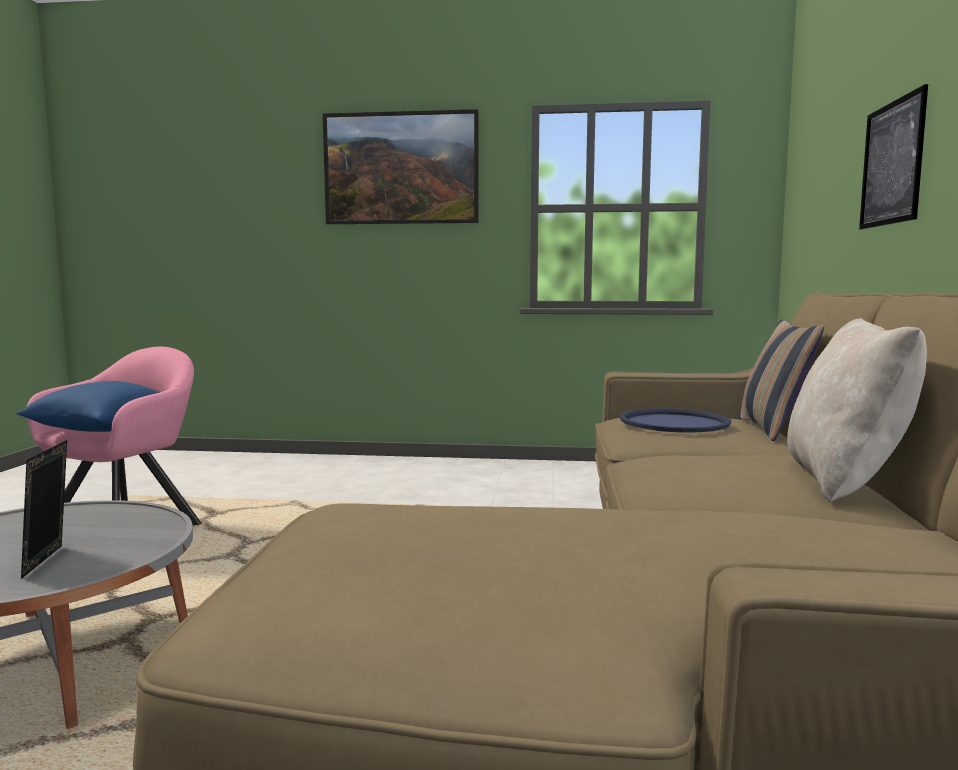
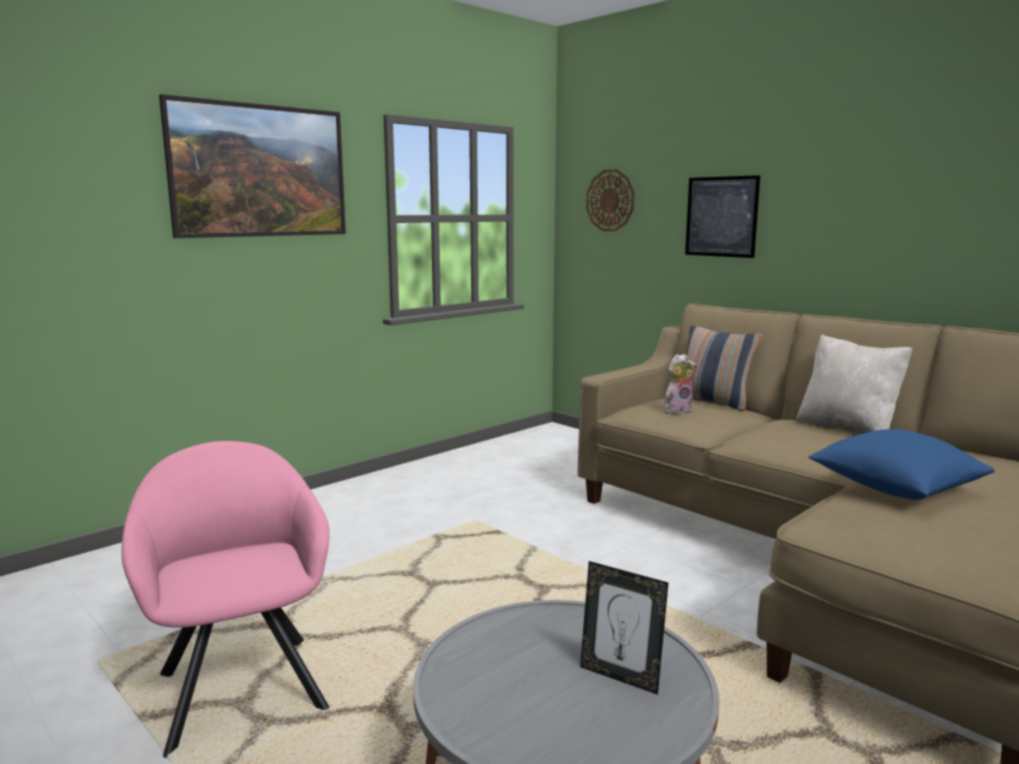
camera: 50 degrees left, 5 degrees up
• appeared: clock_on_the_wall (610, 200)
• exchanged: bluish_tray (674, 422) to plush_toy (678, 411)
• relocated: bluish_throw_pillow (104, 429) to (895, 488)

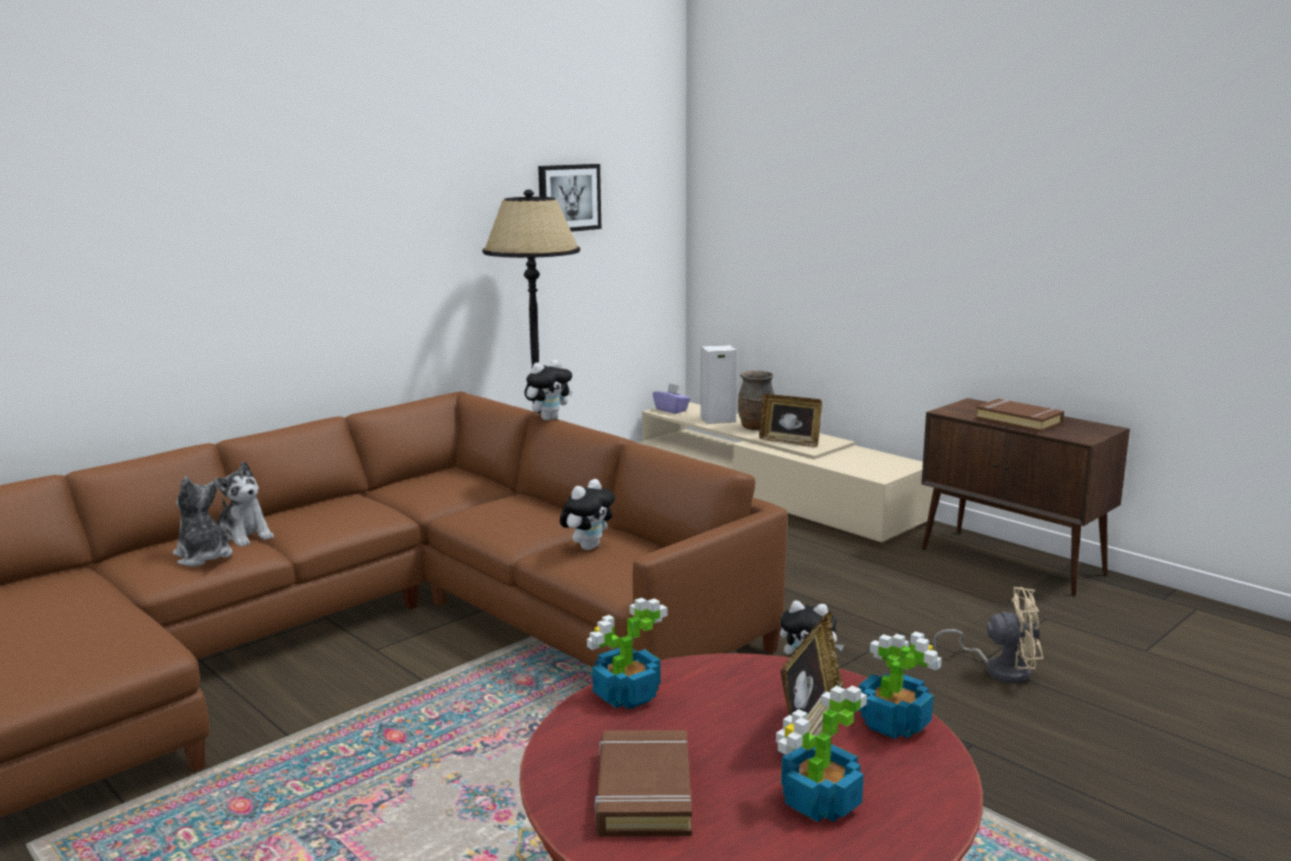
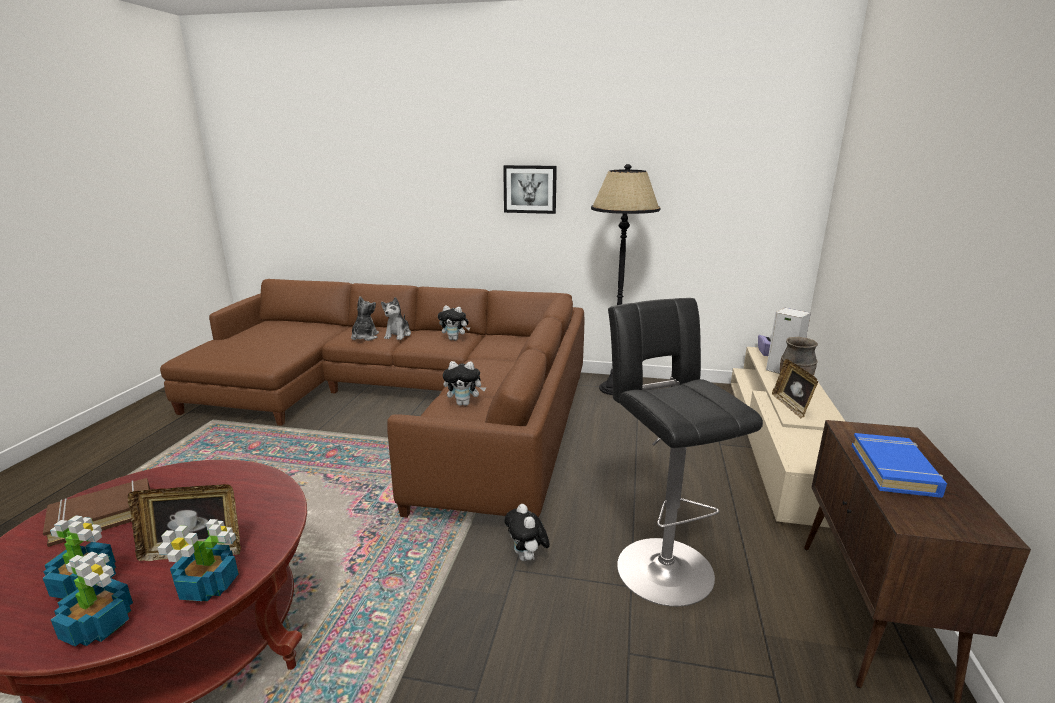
camera: 55 degrees right, 5 degrees up
• relocated: houseplant (625, 695) to (99, 625)
• relocated: plush_toy (549, 418) to (455, 339)
• relocated: wall_picture (568, 198) to (530, 189)
• appeared: black_stool_seat (660, 565)
• colour: brownish_book (1019, 421) to bluish_book (894, 470)
• missing: beige-coloured_fan (999, 669)

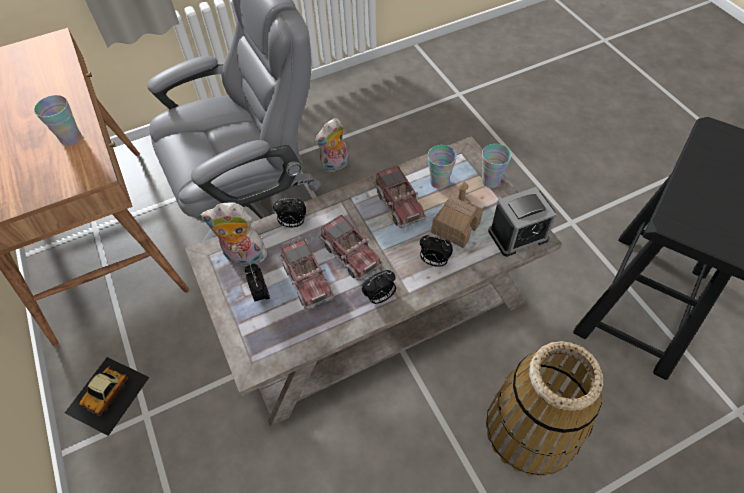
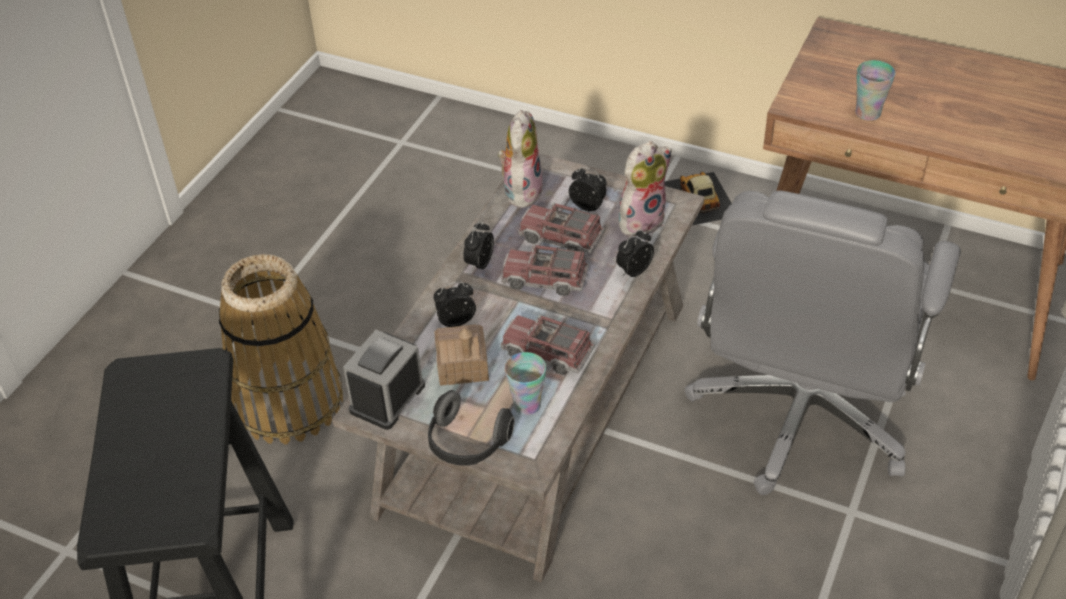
camera: 140 degrees right, 10 degrees down
• exchanged: small_cup (491, 181) to pair_of_headphones (467, 443)
• relocated: plush_toy (335, 166) to (521, 190)

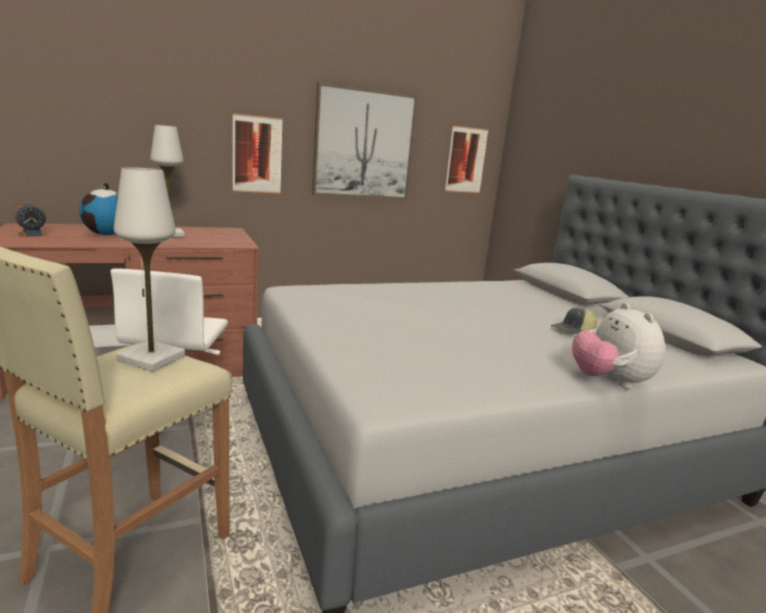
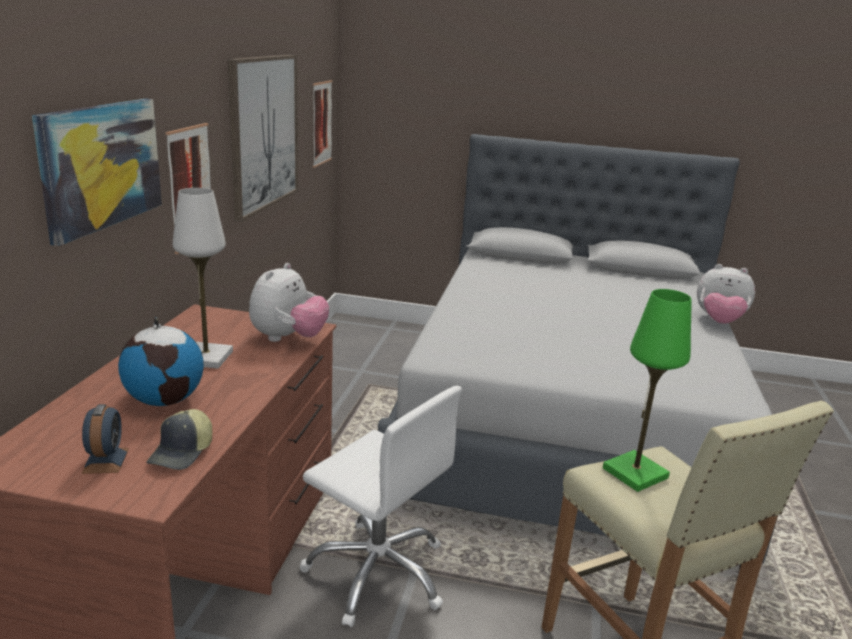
camera: 55 degrees left, 5 degrees up
• appeared: wall_picture (101, 166)
• relocated: baseball_cap (573, 331) to (183, 452)
• appeared: plush_toy (288, 338)
• colour: white-coloured_table_lamp (151, 358) to green_table_lamp (635, 473)

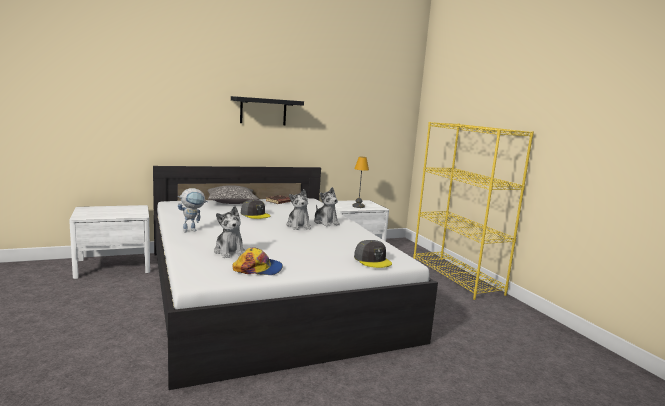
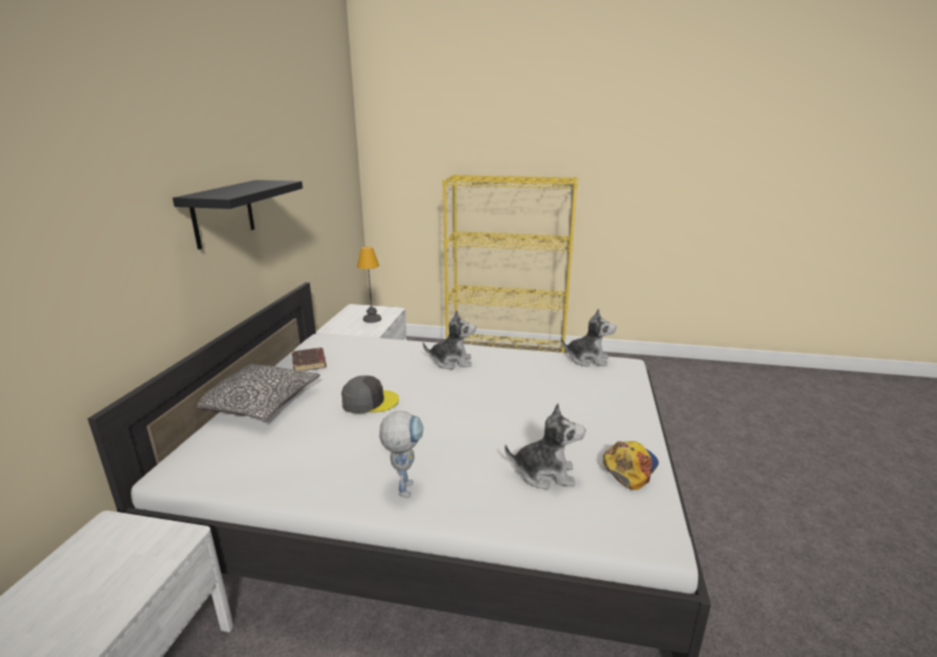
camera: 55 degrees left, 10 degrees up
• relocated: plush_toy (298, 226) to (587, 359)
• missing: greyish_baseball_cap (372, 260)

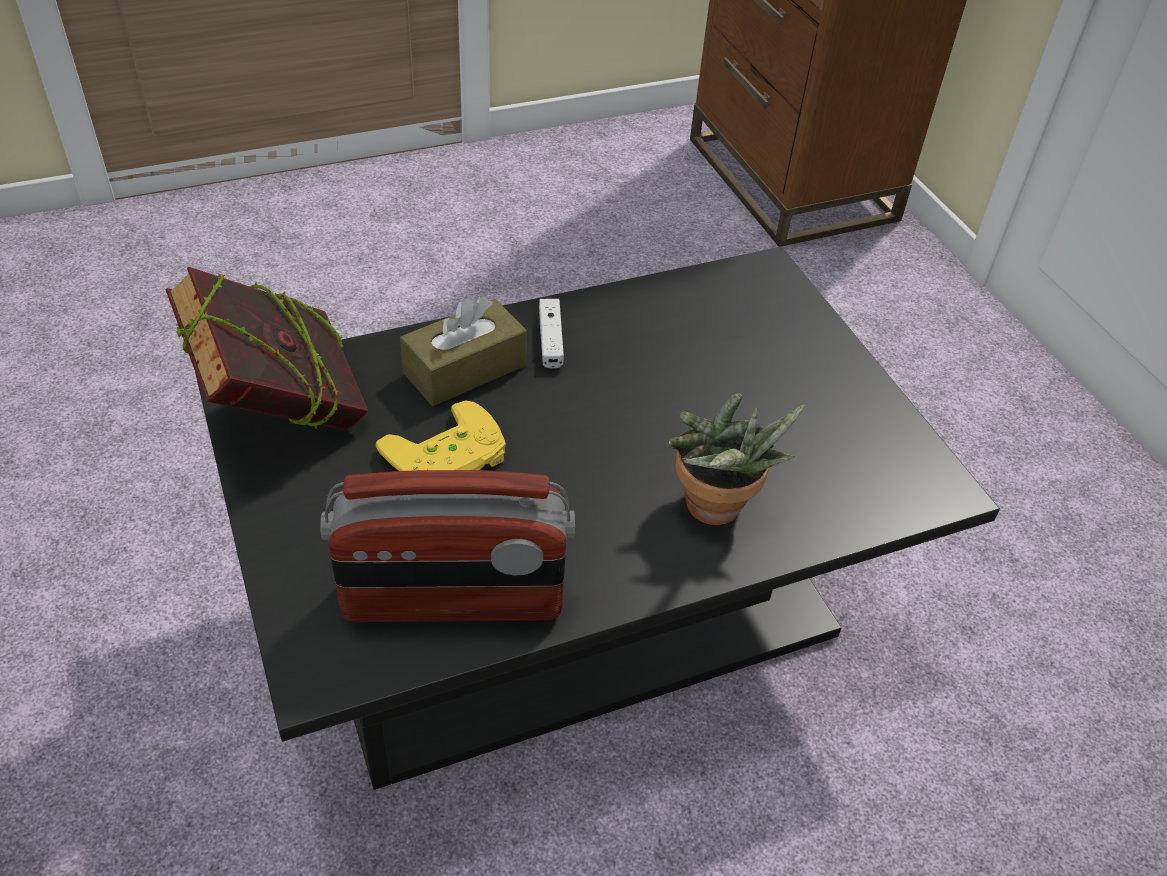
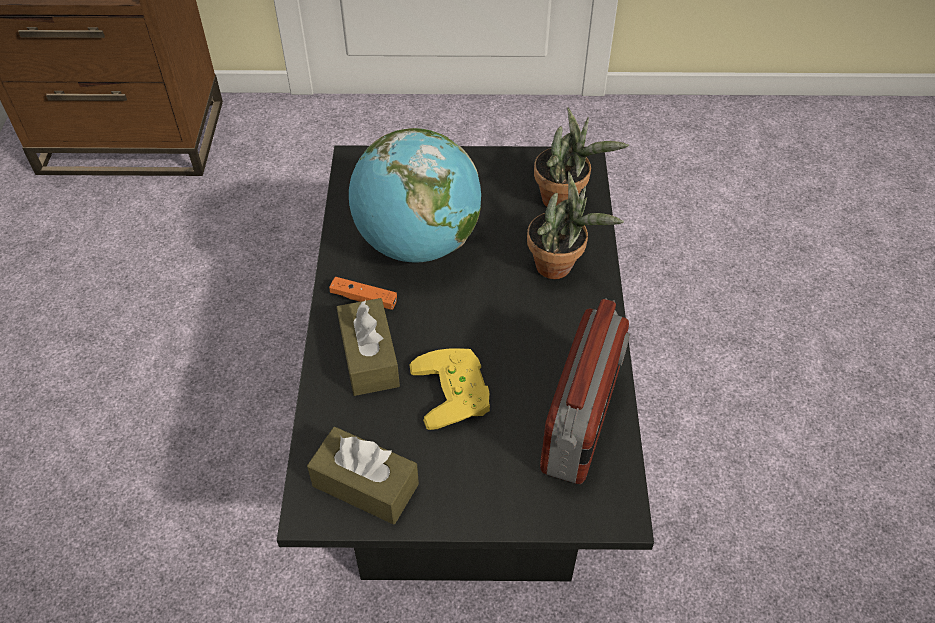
camera: 65 degrees left, 5 degrees up
• exchanged: book (283, 417) to brownish_tissue_holder (365, 485)
• colour: white-coloured_gamepad (550, 340) to orange-coloured_gamepad (364, 298)
• appeared: globe (417, 243)
• appeared: houseplant (564, 199)

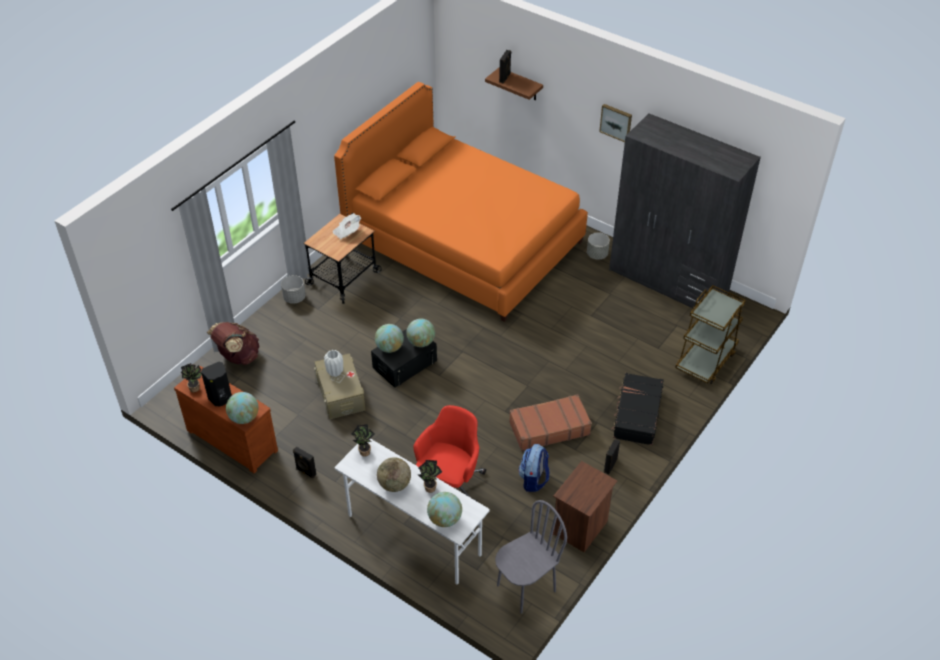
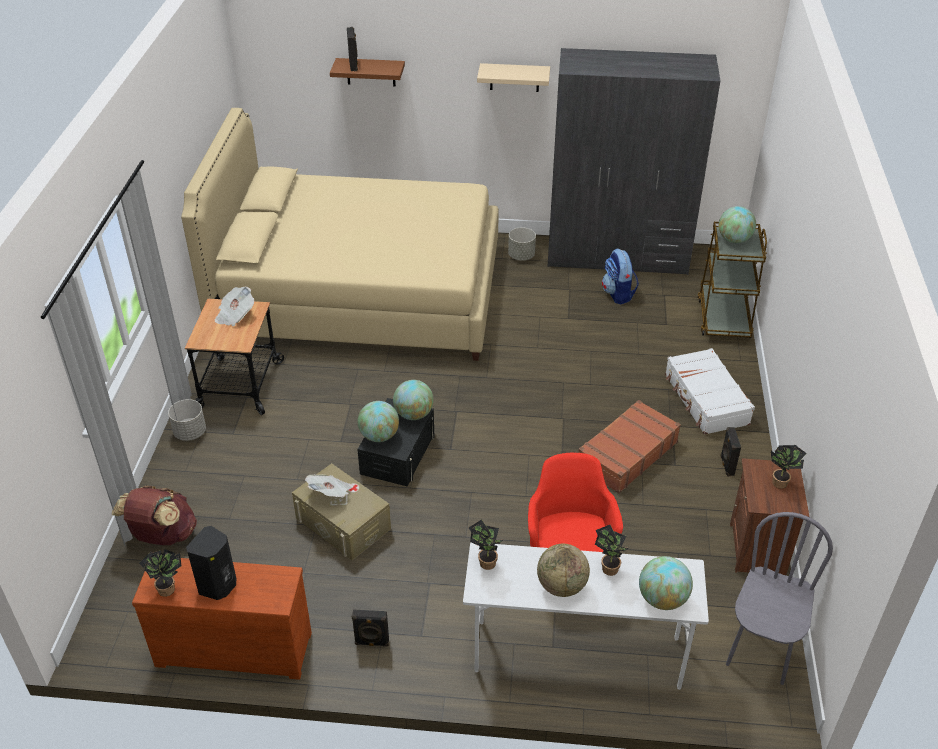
camera: 30 degrees left, 5 degrees down
• colour: orange-coloured_bed (463, 242) to beige-coloured_bed (360, 294)
• exchanged: white-coloured_flower_vase (335, 372) to daily_paper (331, 493)
• exchanged: wall_picture (616, 122) to beige-coloured_shelf (514, 77)
• relocated: backpack (534, 480) to (618, 294)
• colour: black_travel_case (636, 414) to white-coloured_travel_case (705, 400)
• relocated: globe (244, 418) to (734, 240)
• appeared: houseplant (780, 481)

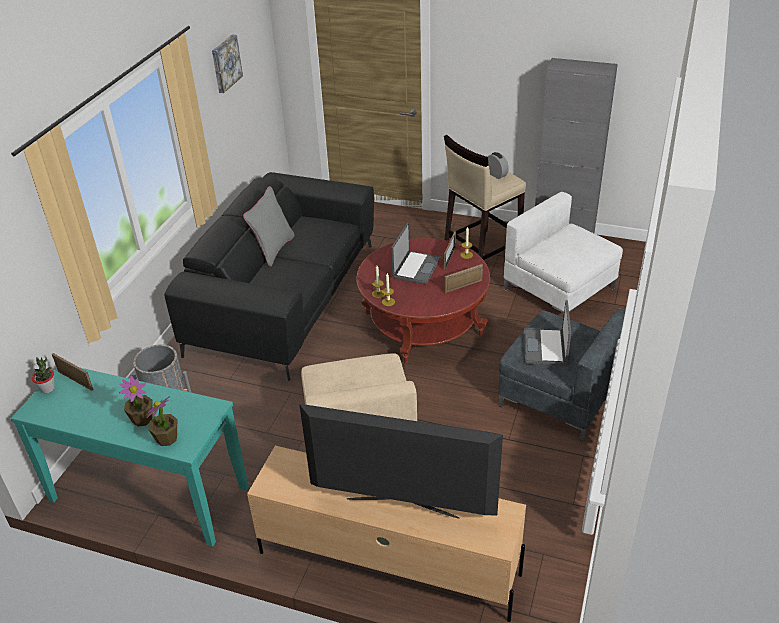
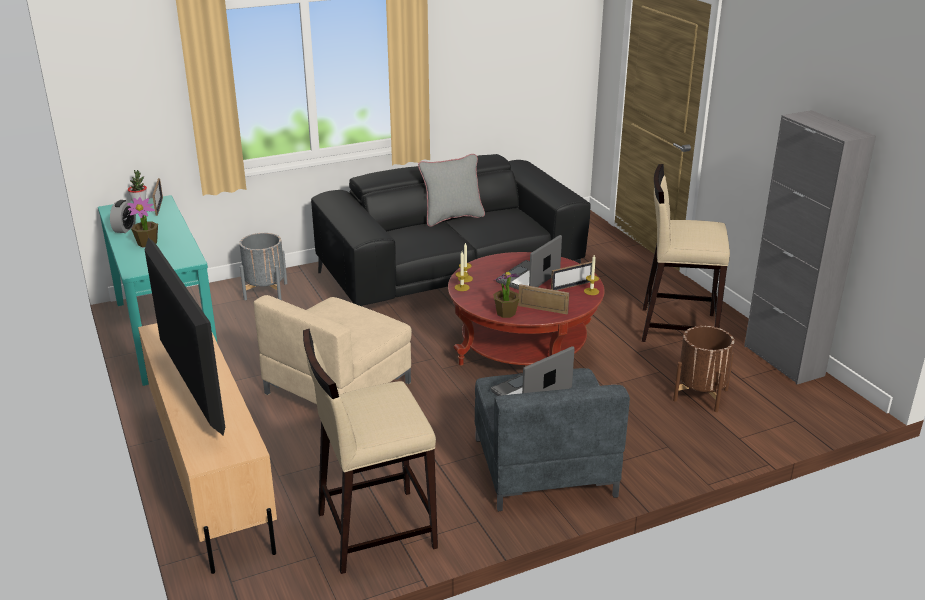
camera: 45 degrees right, 10 degrees down
• relocated: table_clock (496, 174) to (125, 228)
• appeared: beige-coloured_stool_seat (374, 530)
• relocated: houseplant (167, 438) to (505, 313)
• spun: notebook_computer (416, 268) = (529, 278) 150 degrees clockwise
• exchanged: white-coloured_armchair (559, 289) to brownish_flower_pot (700, 395)
• missing: wall_picture (225, 63)

